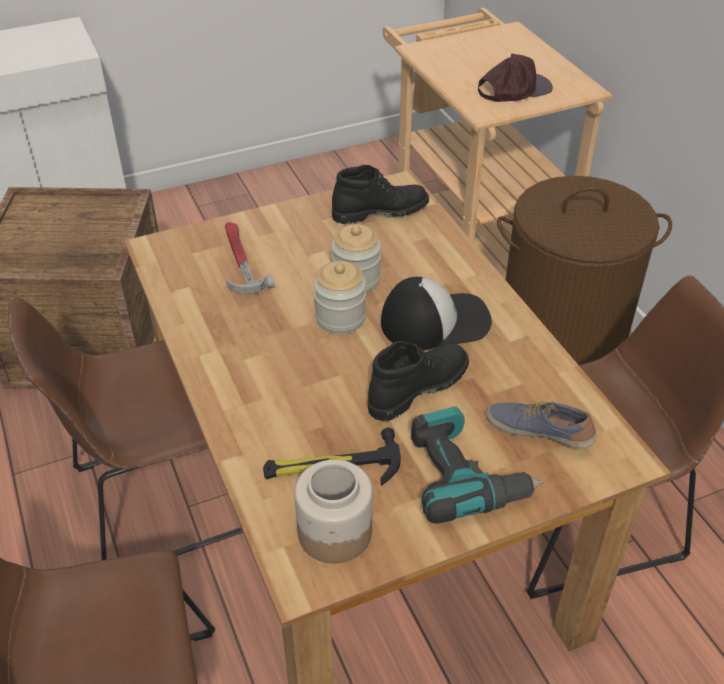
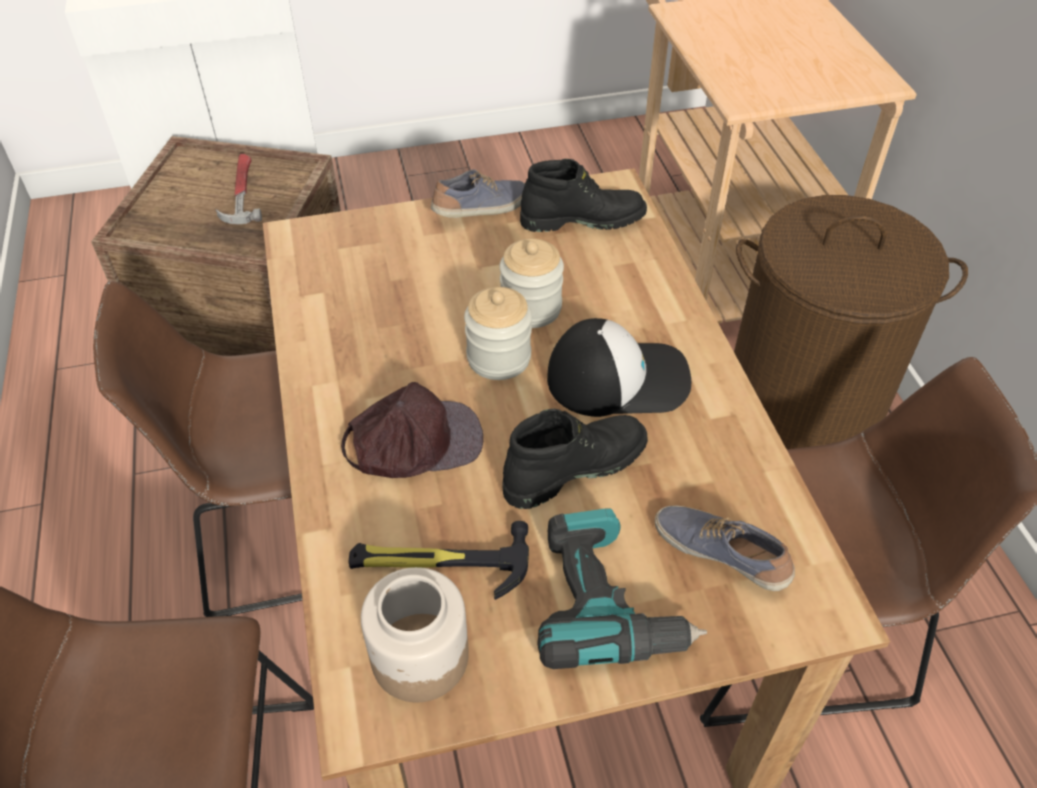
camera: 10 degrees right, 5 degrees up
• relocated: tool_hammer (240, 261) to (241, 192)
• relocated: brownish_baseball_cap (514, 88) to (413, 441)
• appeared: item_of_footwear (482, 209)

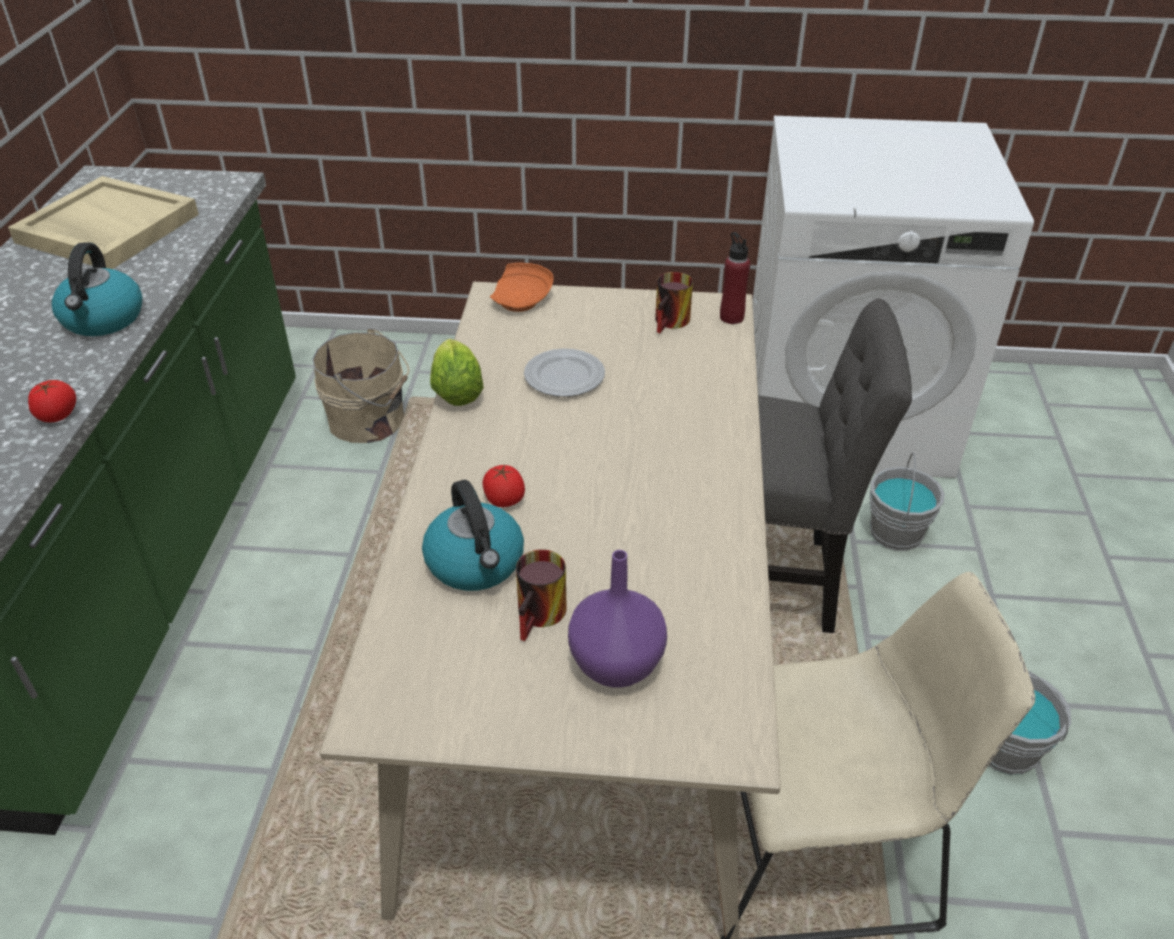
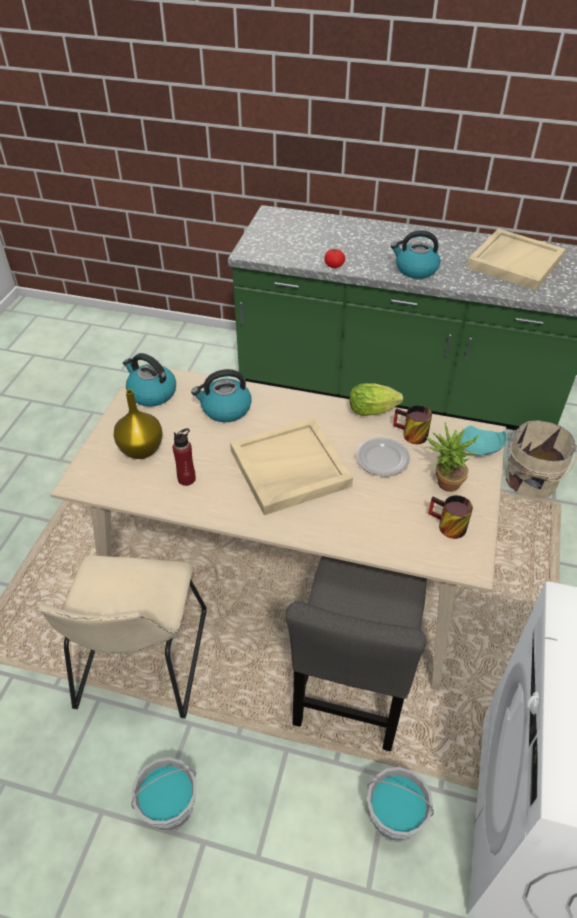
camera: 100 degrees right, 5 degrees up
• colour: purple-coloured_flower_vase (618, 665) to yellow_flower_vase (141, 450)
• appeared: tea_kettle (151, 393)
• relocated: red_beverage_bottle (731, 317) to (186, 479)
• appeared: beige-coloured_tray (289, 469)
• relocated: mug (543, 616) to (410, 435)
• appeared: houseplant (443, 484)
• colour: orange-coloured_dinner_plate (522, 300) to blue-green_dinner_plate (479, 448)
• missing: fresh_tomato (504, 499)

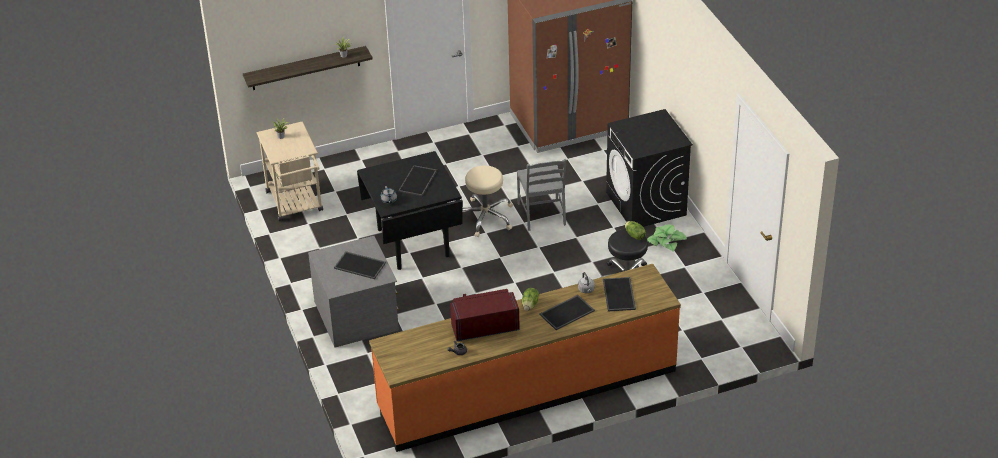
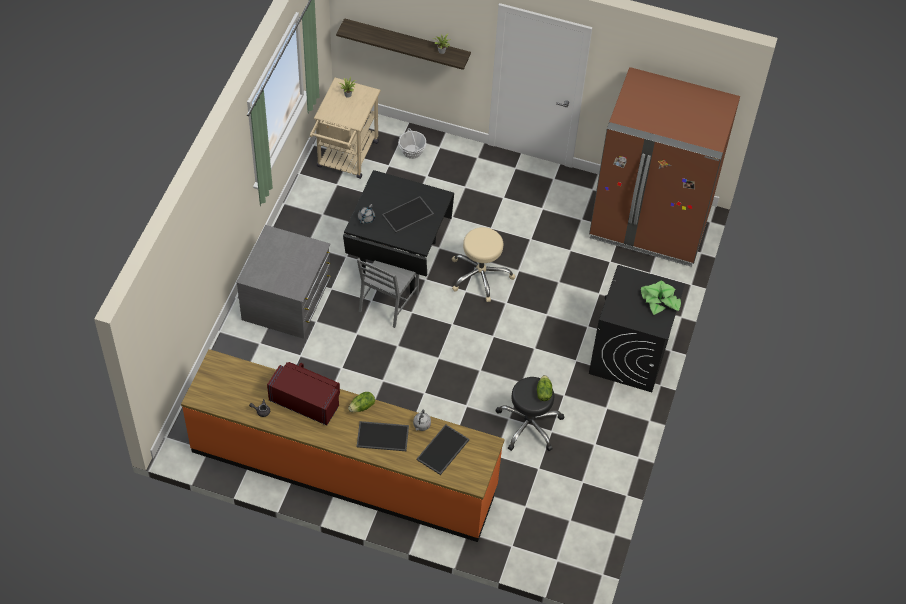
camera: 35 degrees right, 15 degrees up
• relocated: greyish_upright_chair (542, 214) to (388, 303)
• appeared: basket (412, 151)
• relocated: houseplant (666, 241) to (660, 300)
• missing: tray (360, 265)

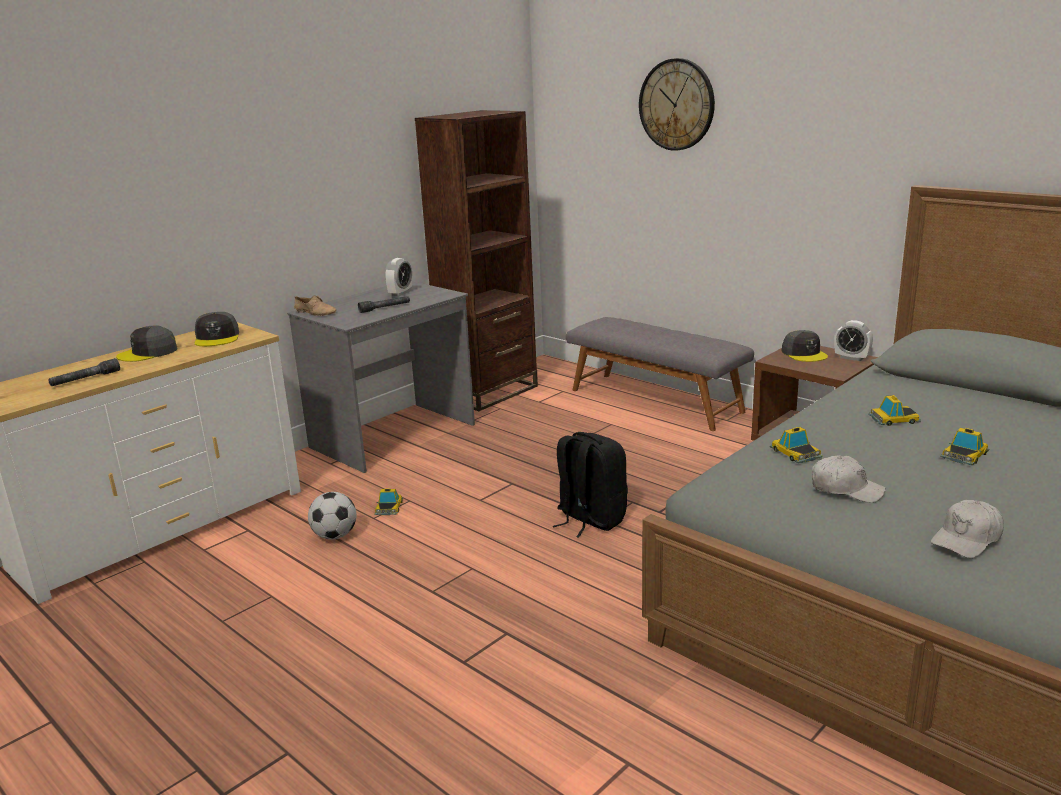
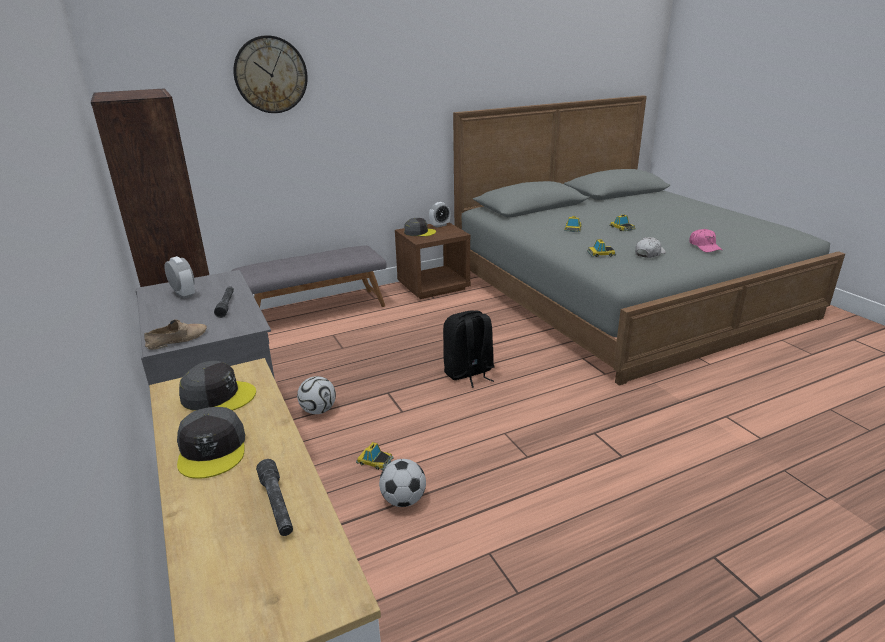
camera: 70 degrees left, 5 degrees up
• appeared: football (318, 410)
• colour: white-coloured_baseball_cap (967, 539) to pink-coloured_baseball_cap (704, 246)

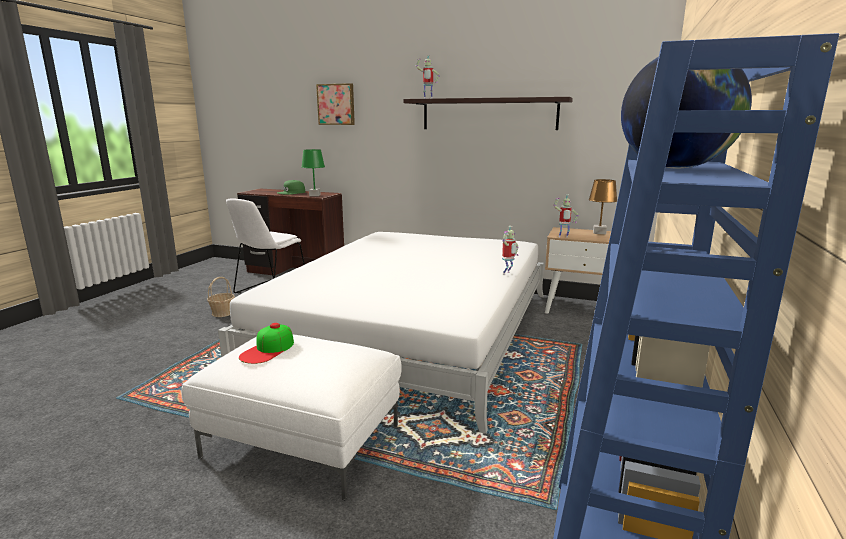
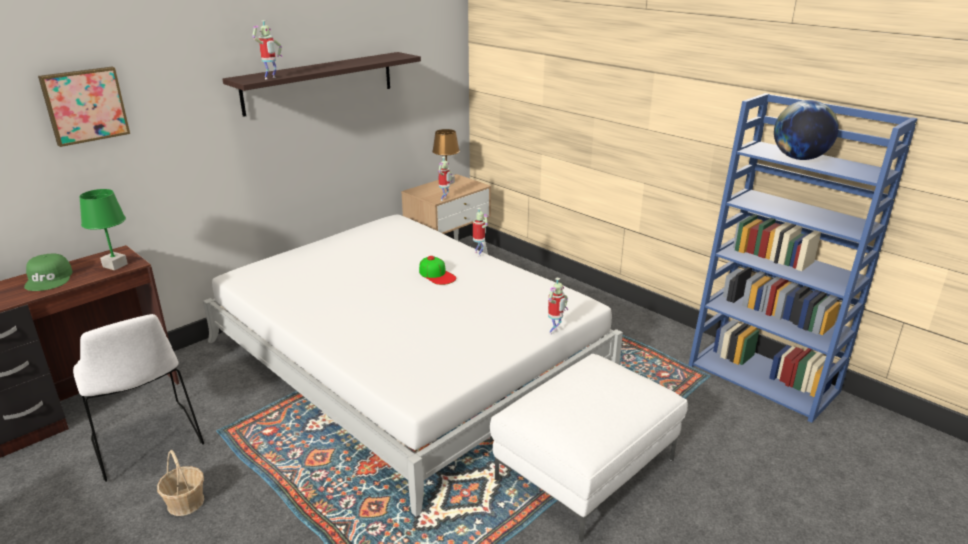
camera: 65 degrees left, 10 degrees up
• relocated: baseball_cap (268, 349) to (437, 275)
• appeared: robot_figure (554, 332)

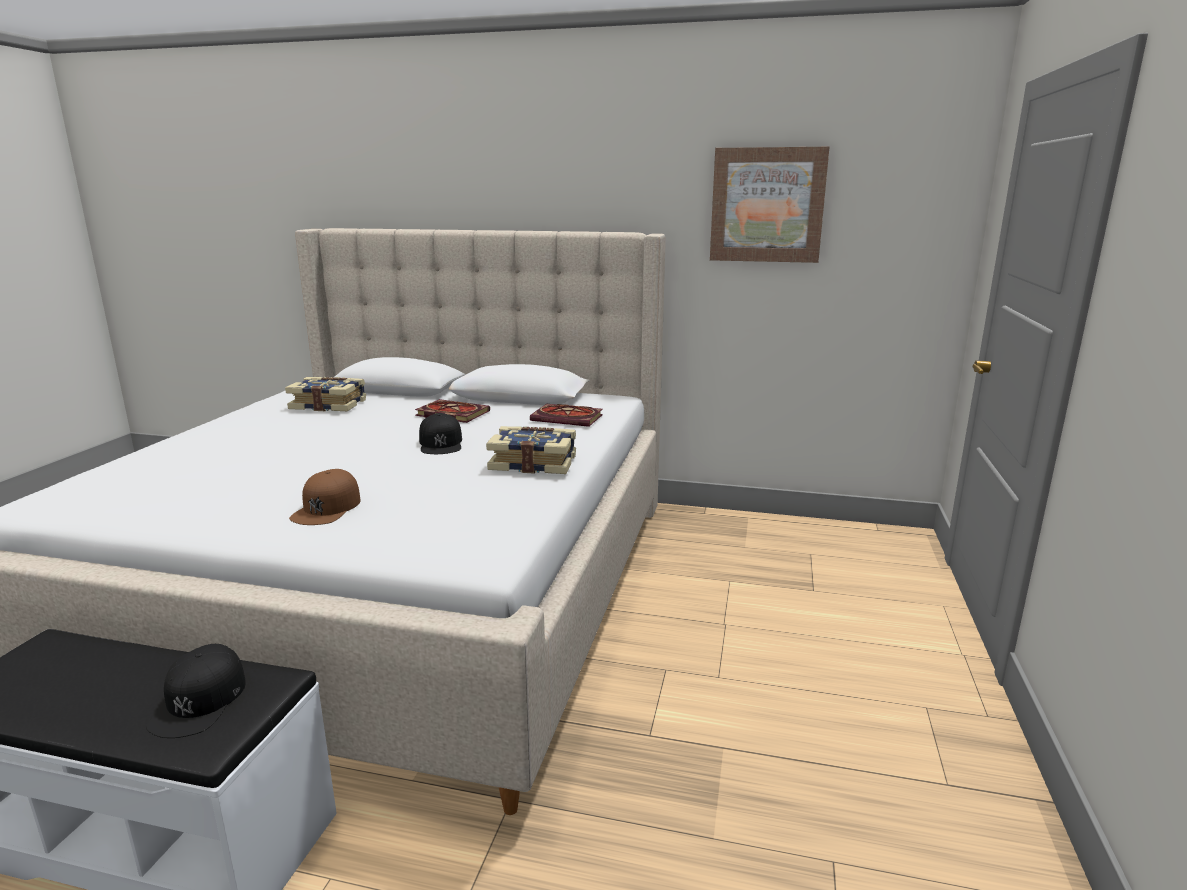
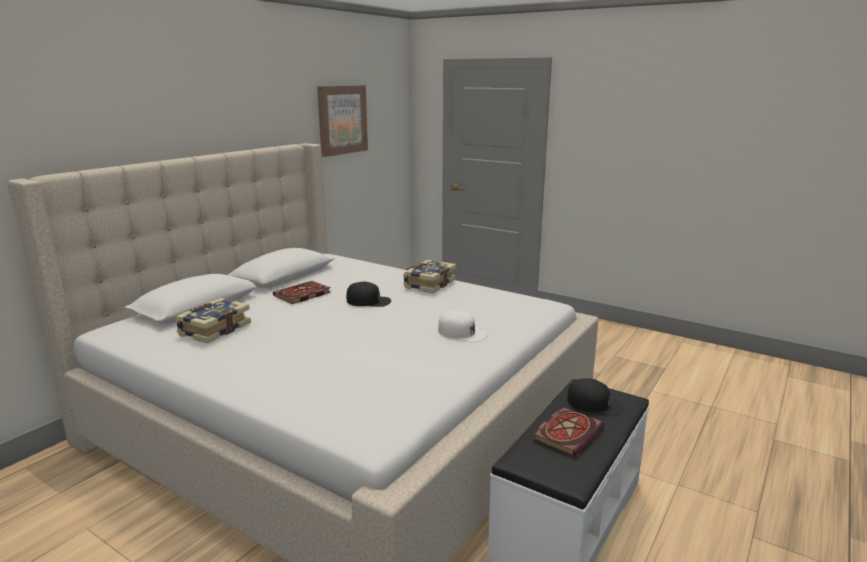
camera: 70 degrees left, 0 degrees up
• colour: brownish_baseball_cap (327, 508) to white-coloured_baseball_cap (462, 332)
• relocated: book (569, 418) to (567, 432)

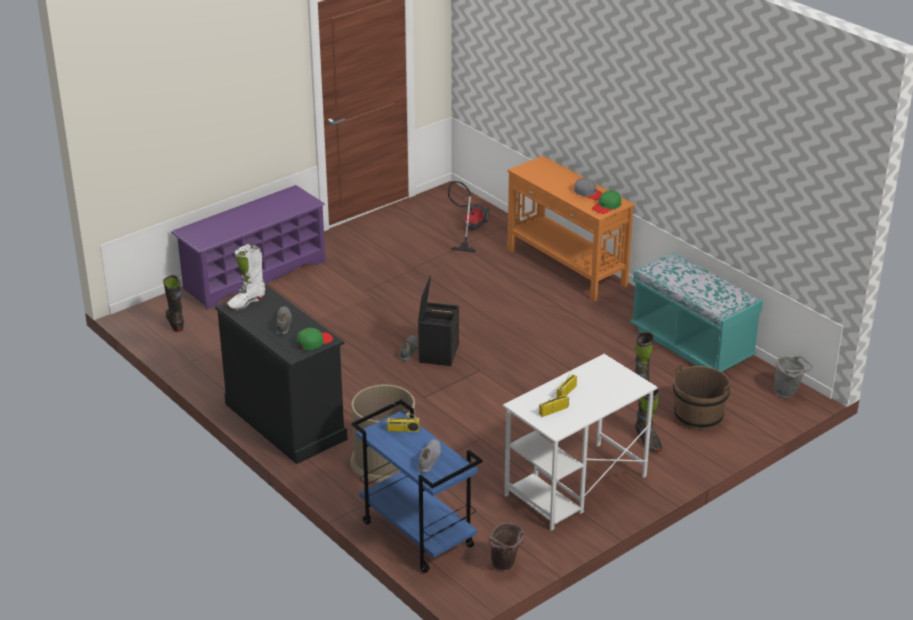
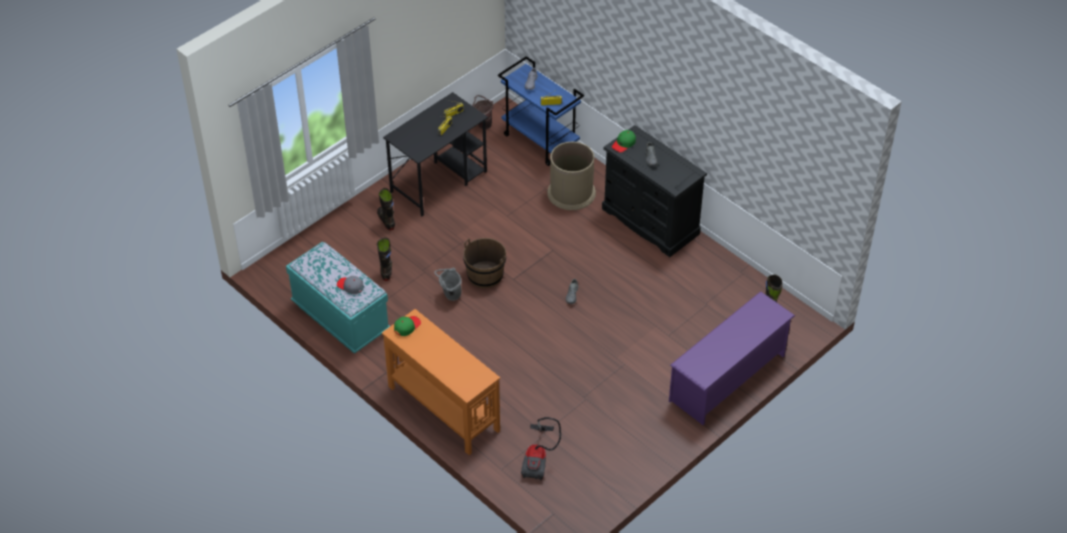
camera: 175 degrees right, 15 degrees up
• relocated: greyish_baseball_cap (588, 193) to (350, 286)
• colour: white-coloured_desk_table (575, 486) to black_desk_table (439, 181)
• relocated: greyish_water_bucket (788, 393) to (450, 295)
• relocated: brownish_water_bucket (698, 417) to (485, 275)
• missing: white-coloured_tall_boot (246, 302)
• missing: black_storage_container (438, 353)

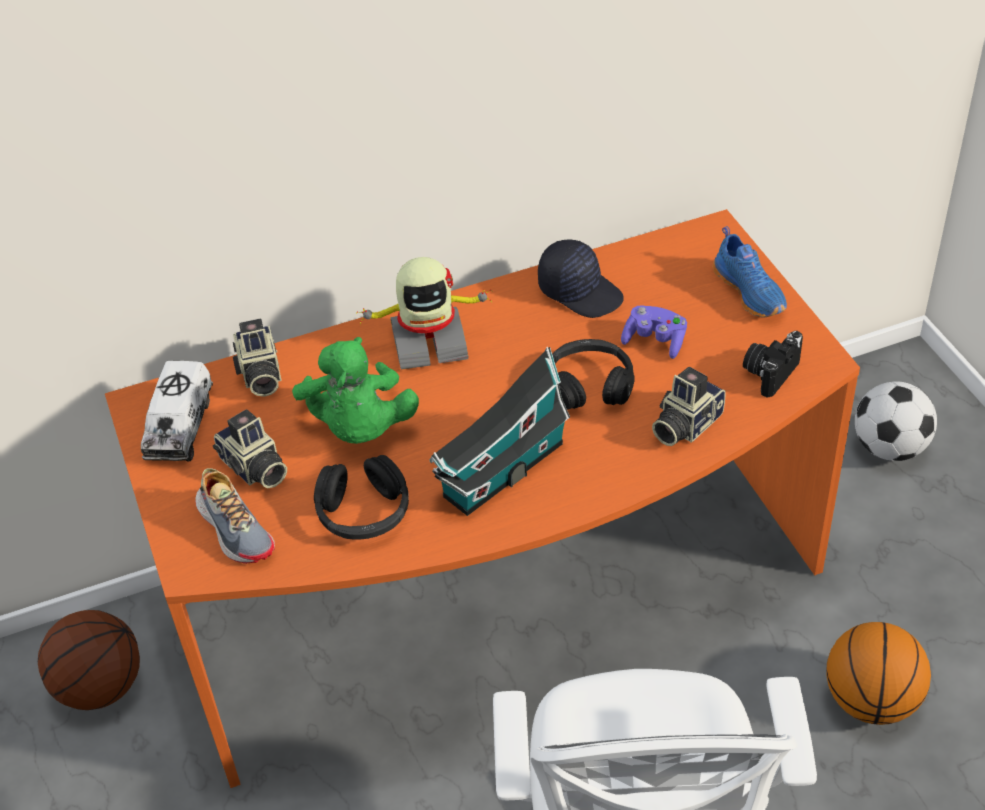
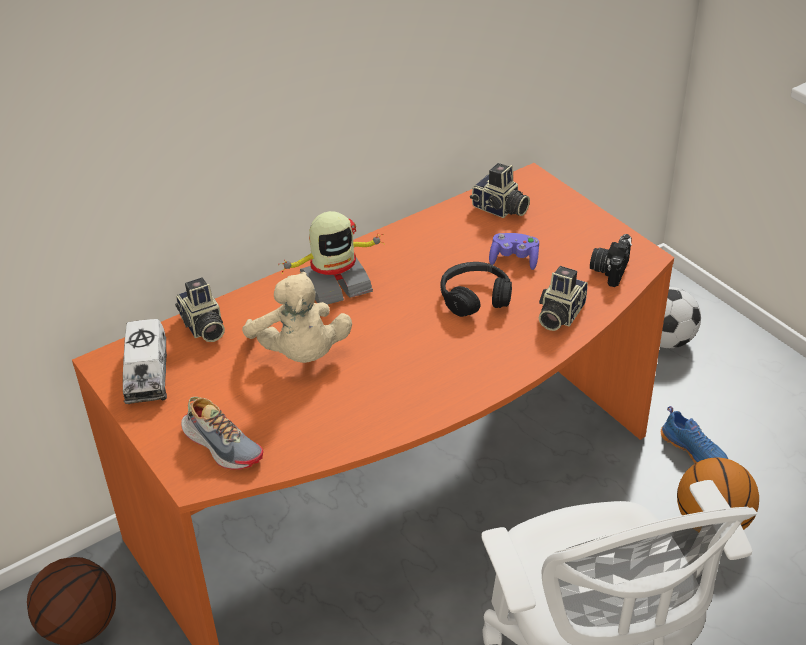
camera: 15 degrees left, 5 degrees down
• colour: green_plush_toy (359, 428) to beige-coloured_plush_toy (300, 354)
• relocated: still_camera (254, 469) to (499, 209)
• relocated: bluish_item_of_footwear (751, 291) to (694, 450)
• missing: black_pair_of_headphones (364, 513)
• missing: model_house (499, 473)
• missing: black_baseball_cap (580, 291)

